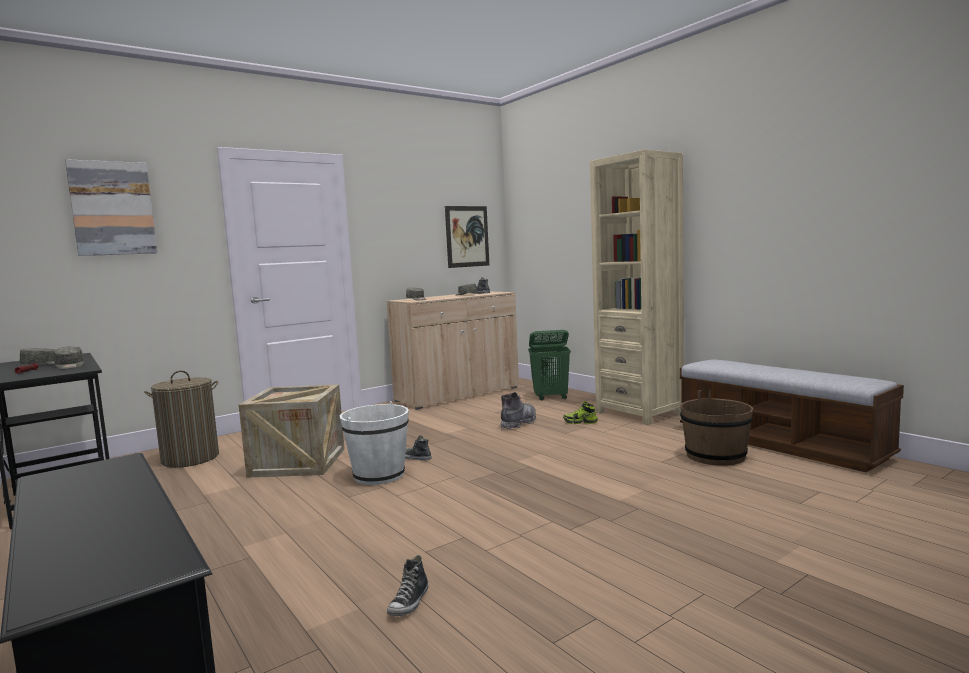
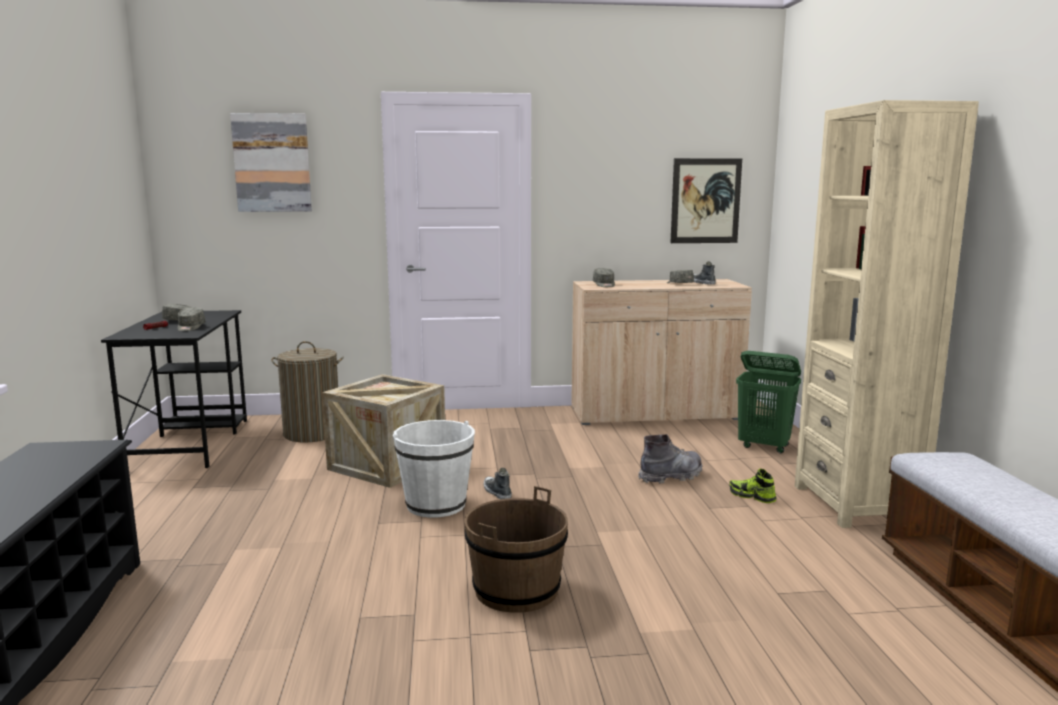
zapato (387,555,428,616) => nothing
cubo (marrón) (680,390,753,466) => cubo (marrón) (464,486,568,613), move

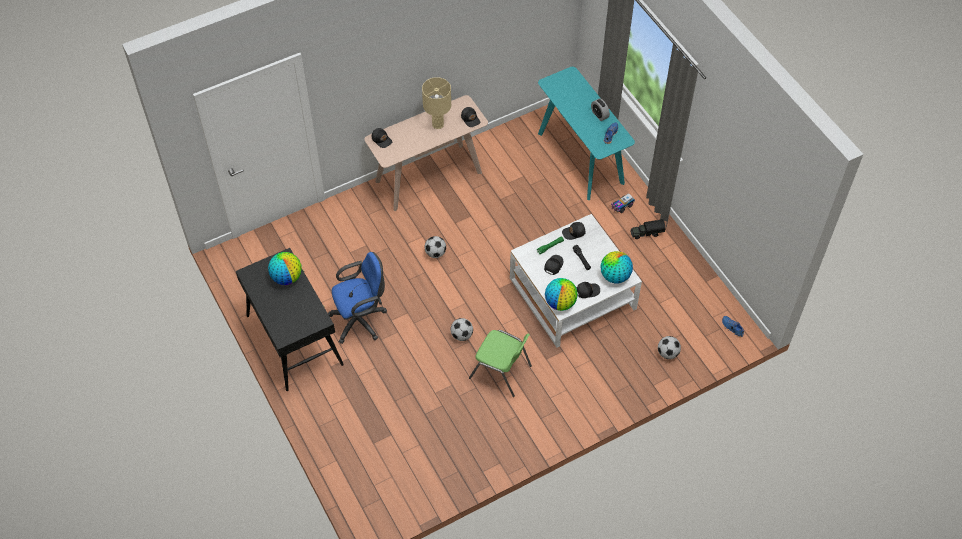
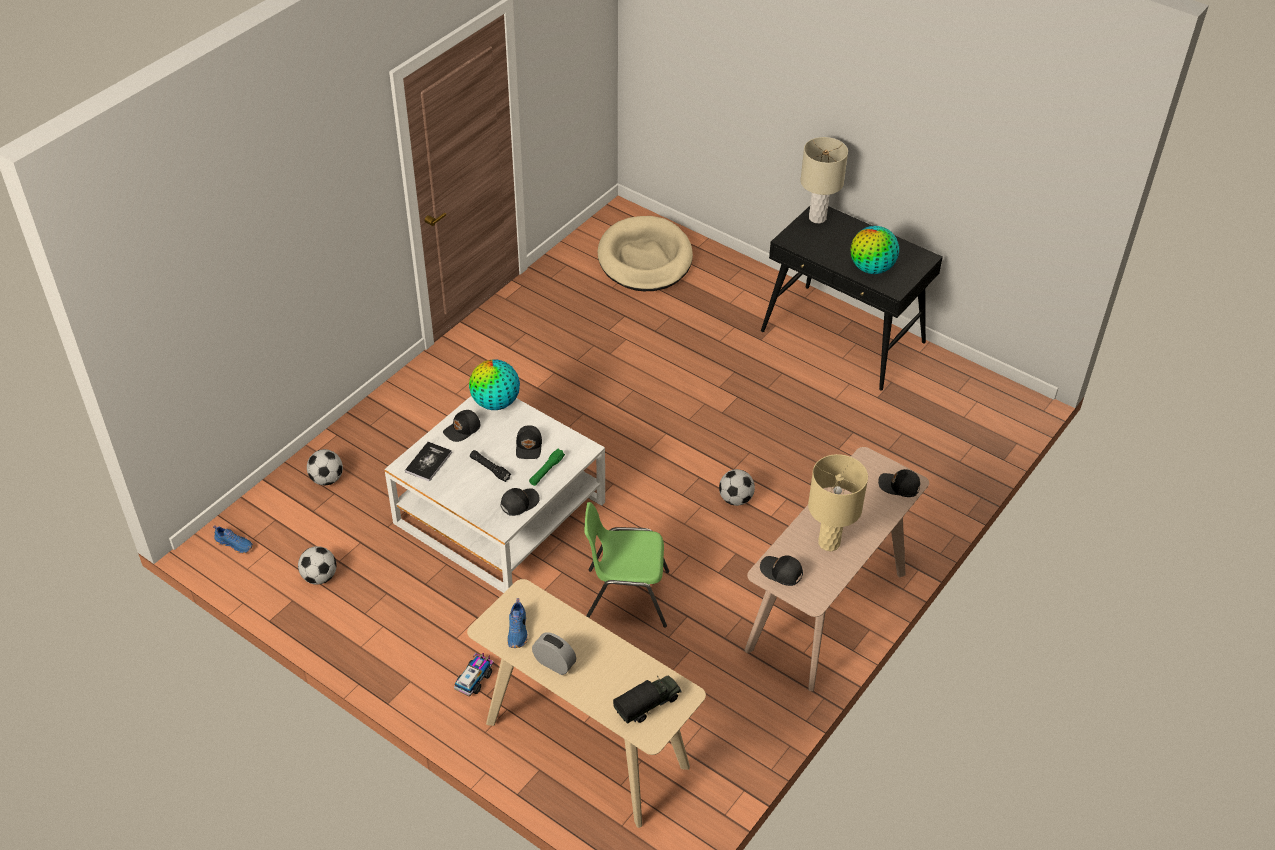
silla de oficina (azul) (328,252,387,344) => nothing
balón de fútbol (451,318,473,341) => balón de fútbol (298,546,337,585), move
silla (verde) (469,330,532,397) => silla (verde) (584,502,669,628), move
mesa consola (turquesa) (538,67,635,200) => mesa consola (beis) (467,579,706,828)
globo terráqueo (600,251,633,283) => libro (405,442,452,482)
camión de juguete (630,219,665,239) => camión de juguete (613,675,682,724), move
nothing => cama para perro (beis) (598,216,693,291)
nothing => lámpara de mesa (beis) (800,137,848,223)

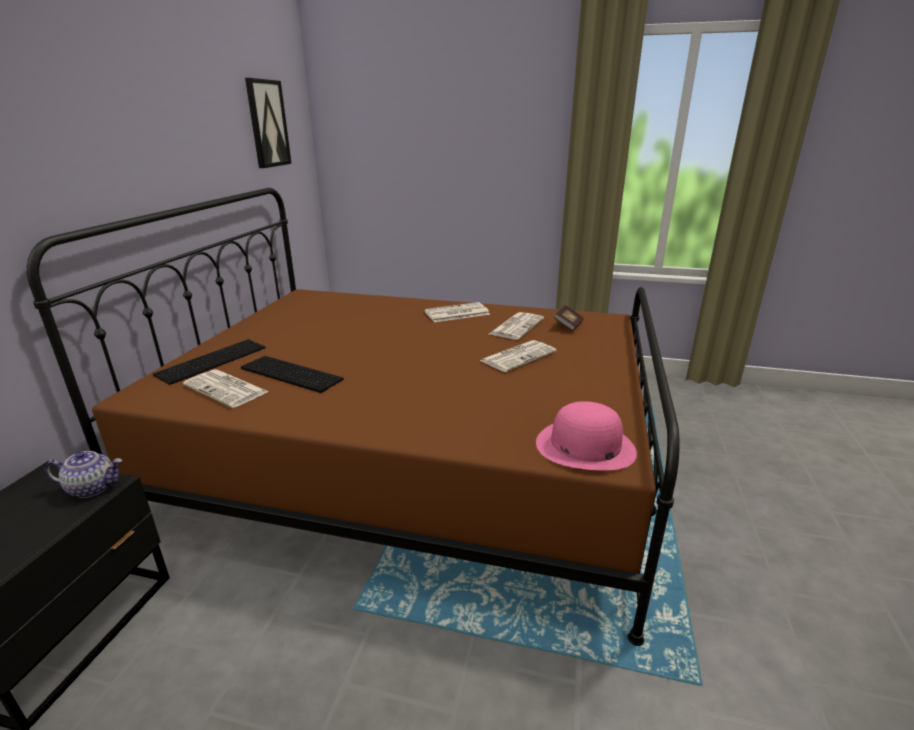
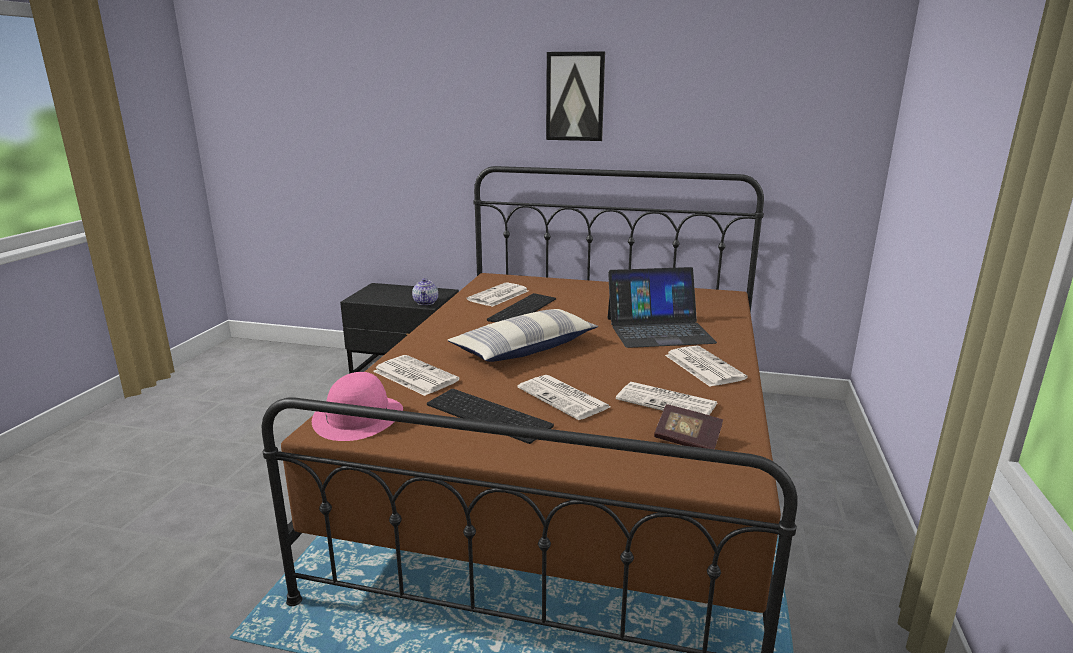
teclado (153,339,265,385) => teclado (427,389,554,444), move
cuadro (245,78,292,168) => cuadro (546,51,605,141), move
nothing => periódico (373,355,460,396)
nothing => cojín (448,309,598,362)
nothing => portátil (608,267,717,348)

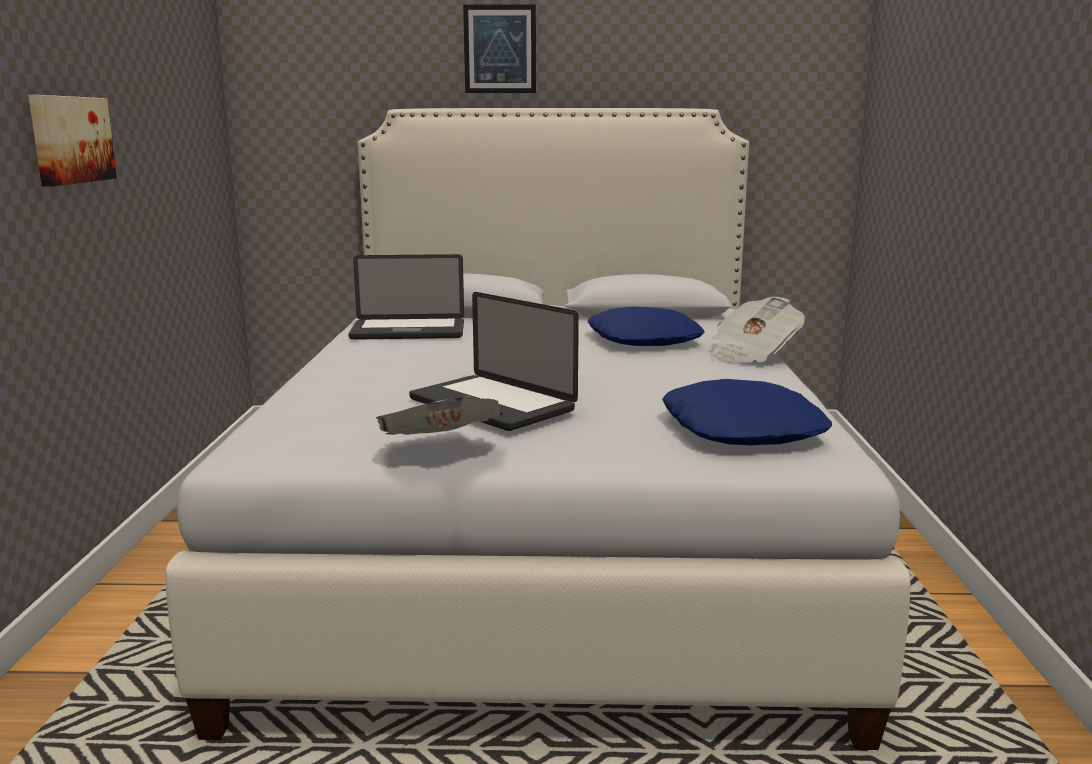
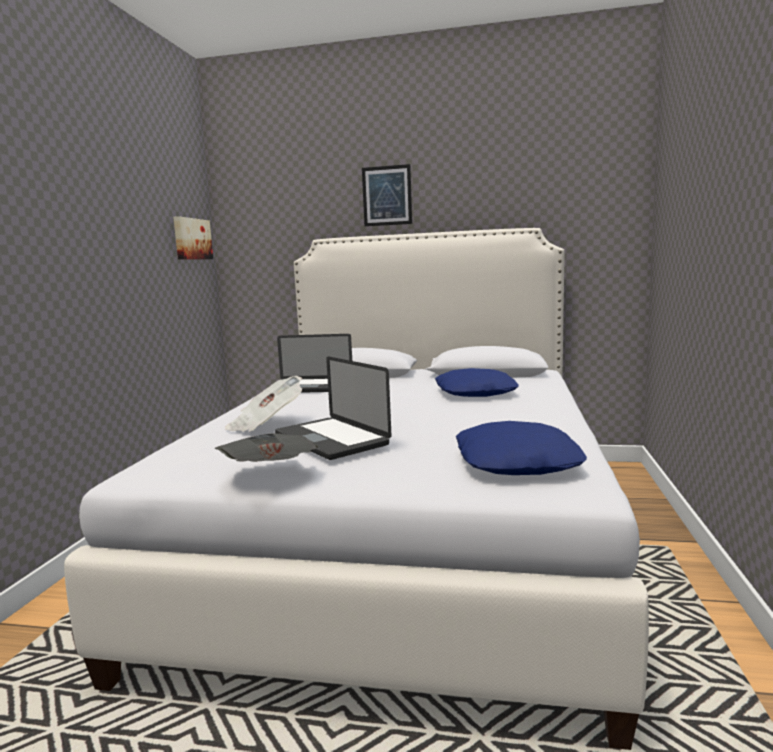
cuadro (28,95,117,186) => cuadro (173,216,213,259), move
periódico (709,297,805,363) => periódico (225,376,302,432), move

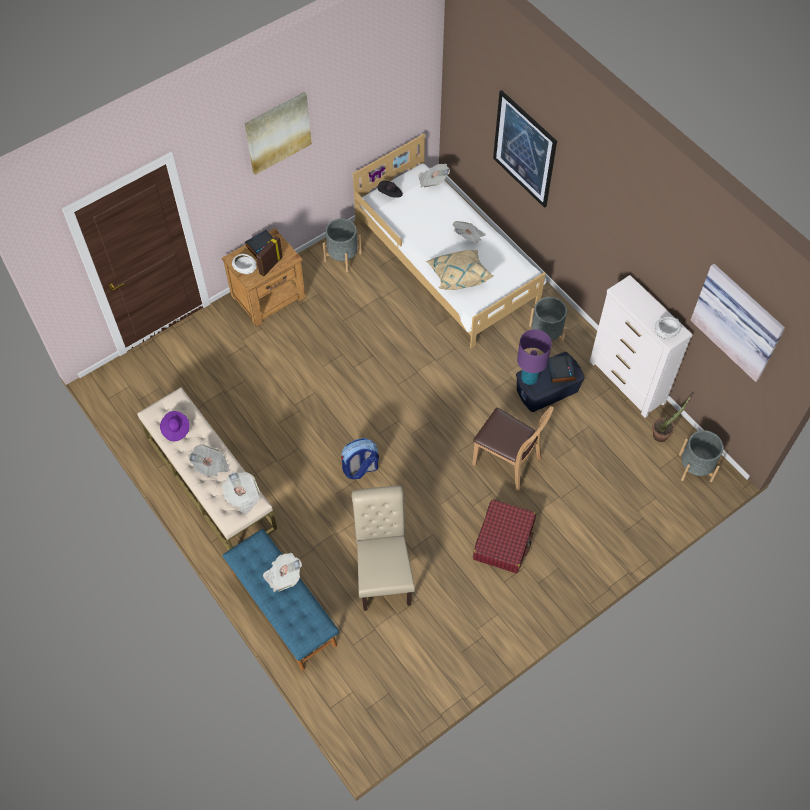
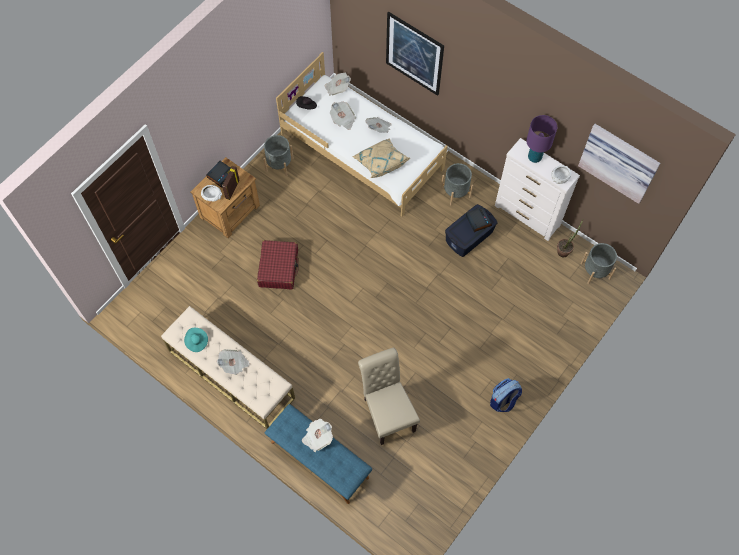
sombrero (morado) (160,411,190,441) => sombrero (turquesa) (184,328,208,352)
periódico (222,471,261,514) => periódico (330,101,356,130), move
cuadro (245,92,312,175) => nothing
mochila (341,438,379,479) => mochila (490,378,522,412), move
silla (marrón) (472,406,554,492) => nothing
maleta (rojo) (473,499,536,573) => maleta (rojo) (257,240,299,289), move
lámpara de mesa (morado) (517,329,552,385) => lámpara de mesa (morado) (526,115,557,163), move

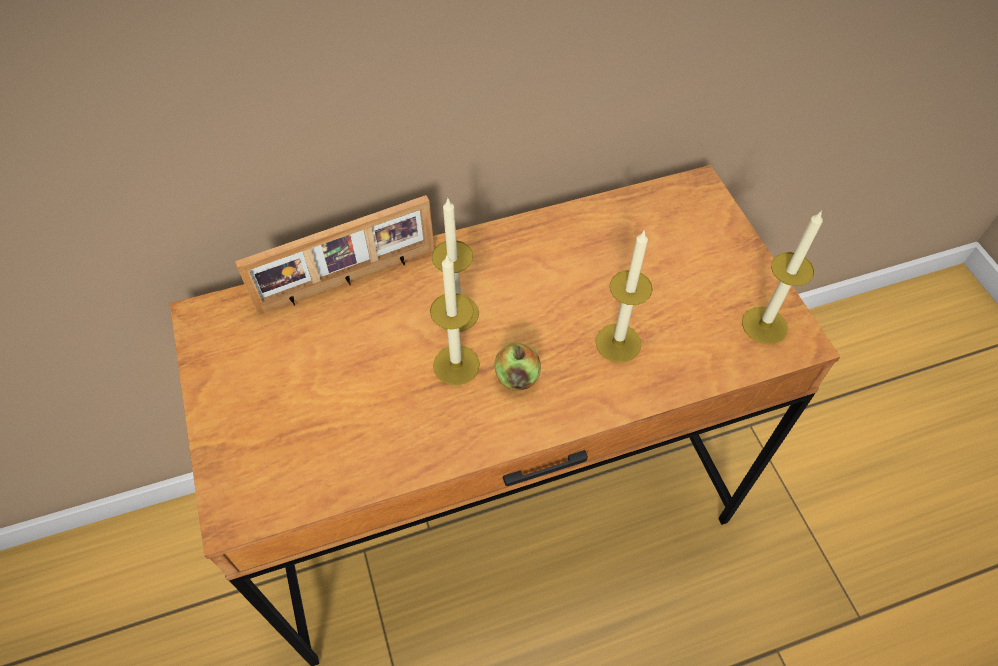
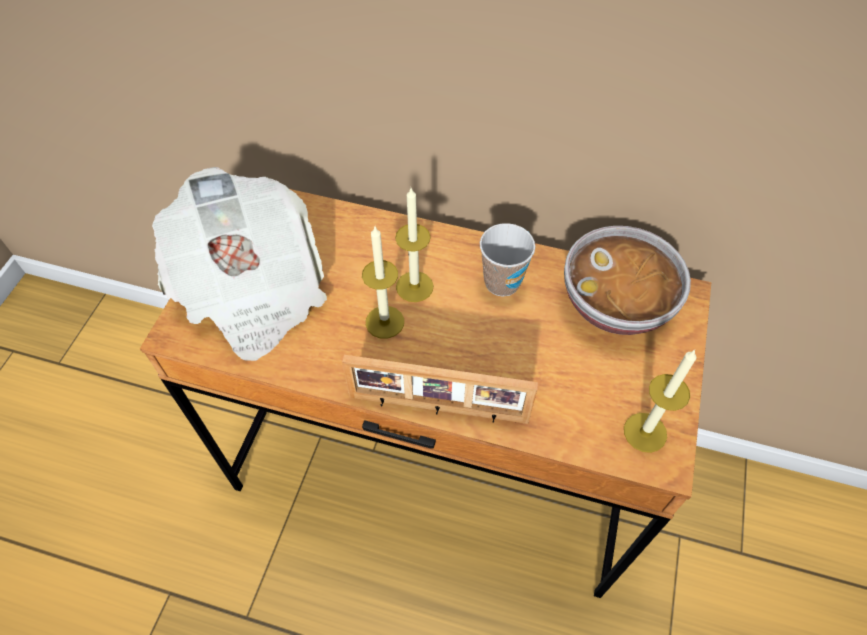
portarretratos (235,195,434,315) => portarretratos (342,355,538,424), move
manzana (494,342,541,390) => nothing
vela (596,231,653,362) => nothing
nothing => periódico (152,167,327,361)
nothing => taza (480,223,535,297)
nothing => cuenco (564,226,691,335)

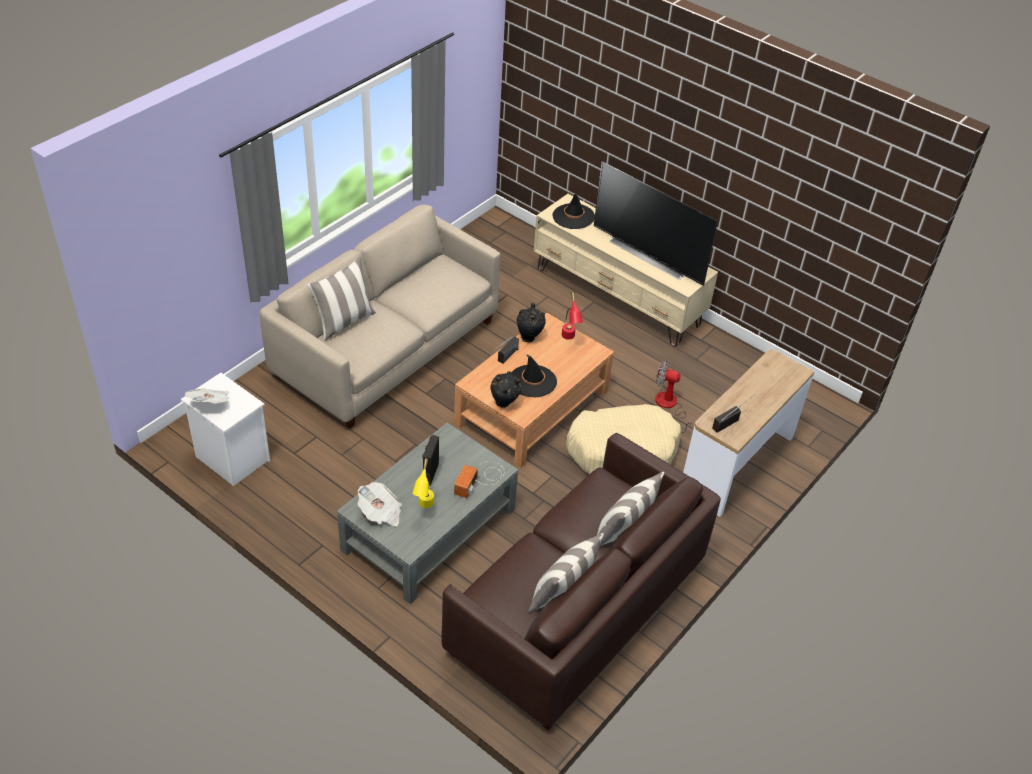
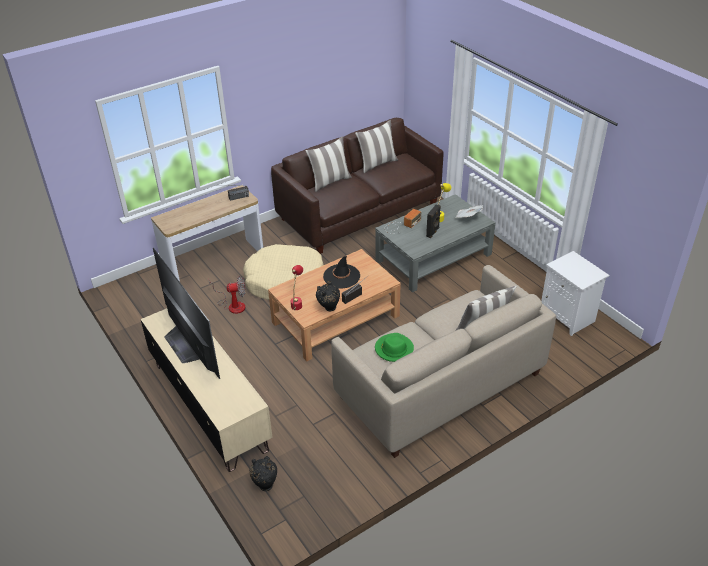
periódico (185,388,229,403) => nothing
florero (negro) (490,372,521,408) => florero (negro) (249,456,277,491), move
sombrero (negro) (553,194,595,229) => nothing
ventilador (655,361,693,433) => ventilador (209,276,245,314), 45 degrees counterclockwise
nothing => sombrero (verde) (375,333,414,362)

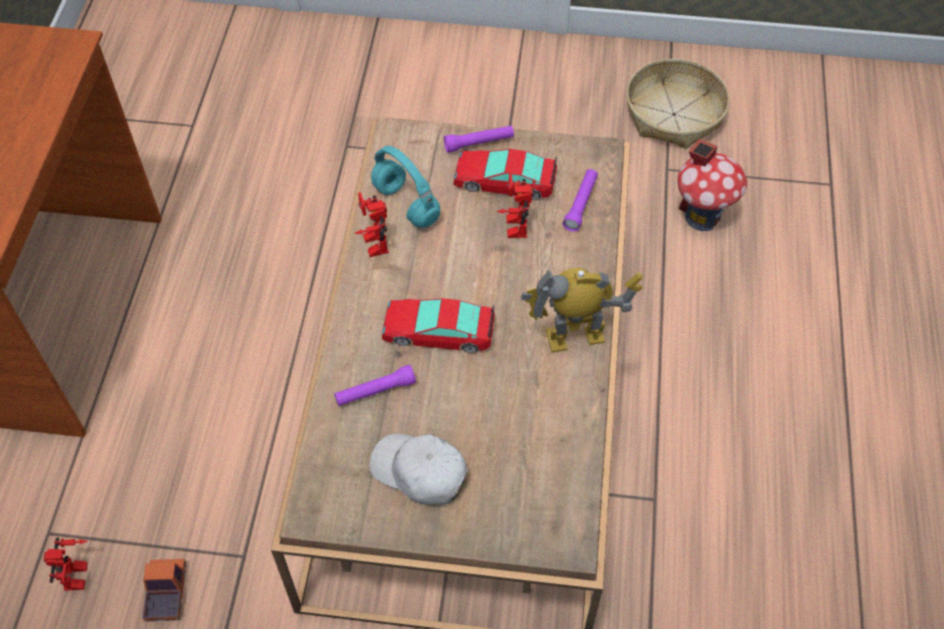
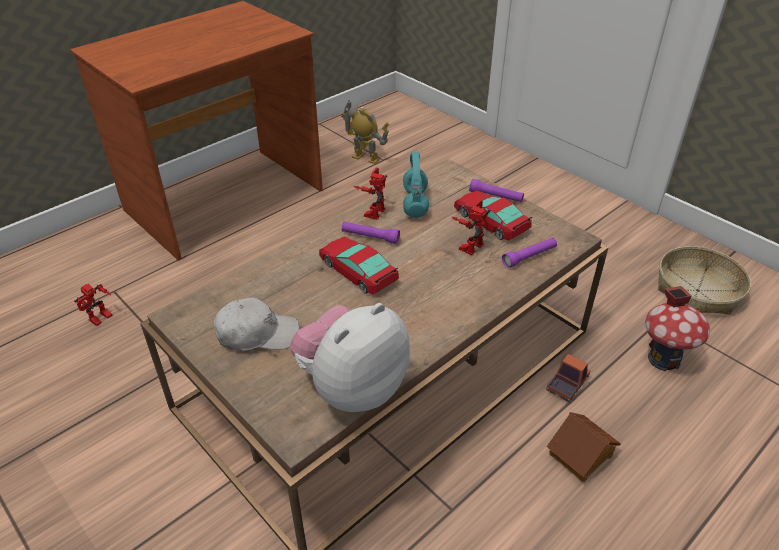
camión de juguete (143,559,186,621) => camión de juguete (546,354,591,402), move
linterna (morado) (334,365,416,406) => linterna (morado) (342,222,400,244), move
gorra (blanco) (369,434,468,505) => gorra (blanco) (214,297,299,351), 105 degrees clockwise
robot de juguete (521,268,643,352) => robot de juguete (341,100,389,164), move
nothing => peluche (290,303,410,412)
nothing => casita (547,412,621,482)

